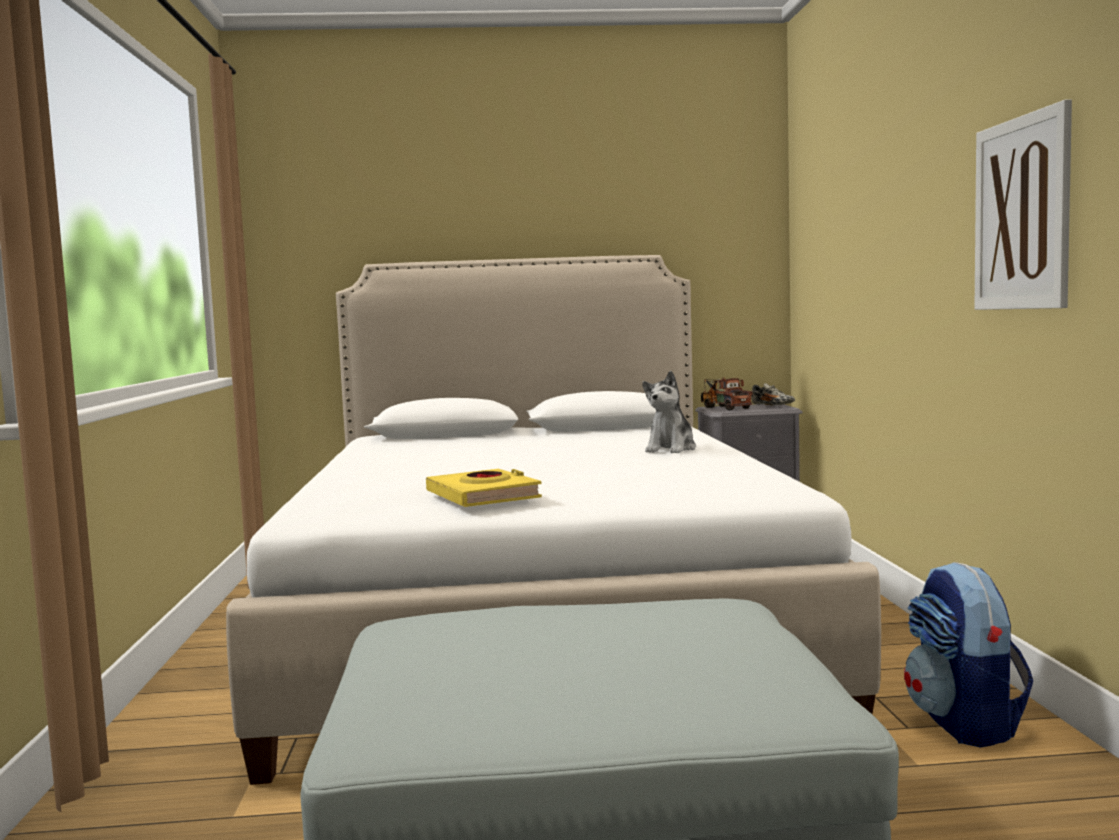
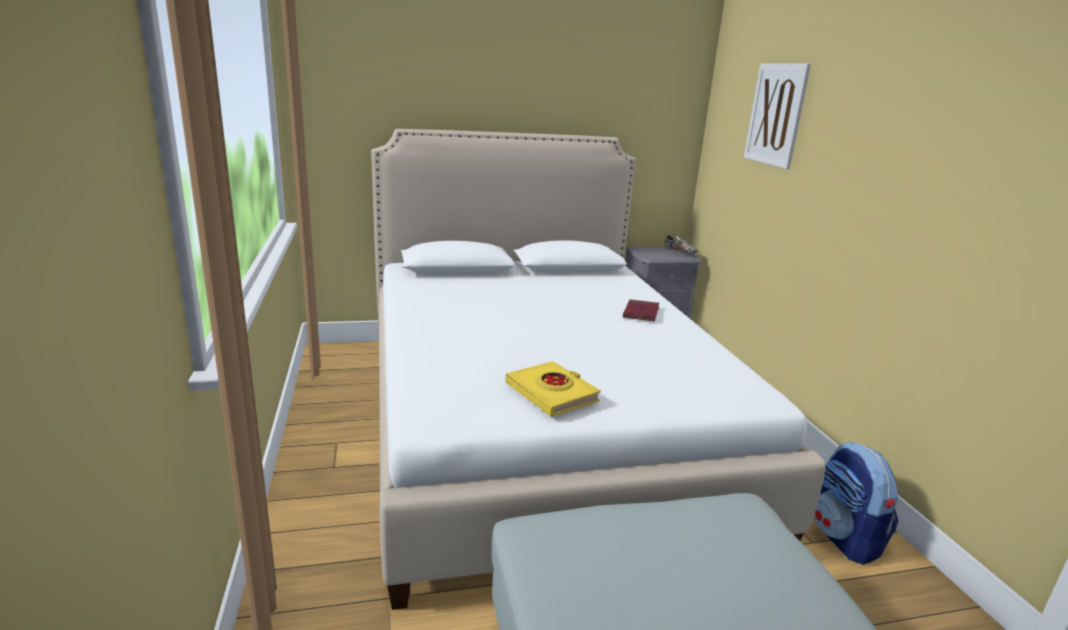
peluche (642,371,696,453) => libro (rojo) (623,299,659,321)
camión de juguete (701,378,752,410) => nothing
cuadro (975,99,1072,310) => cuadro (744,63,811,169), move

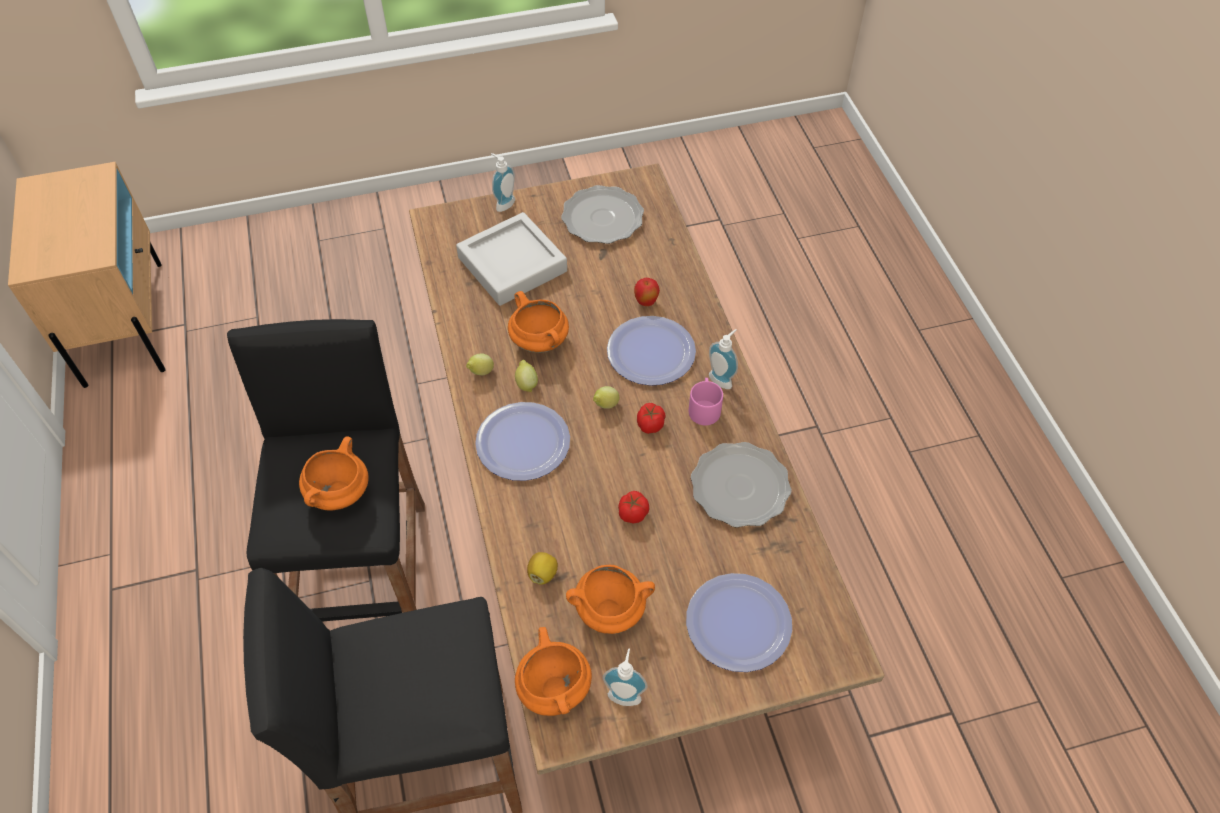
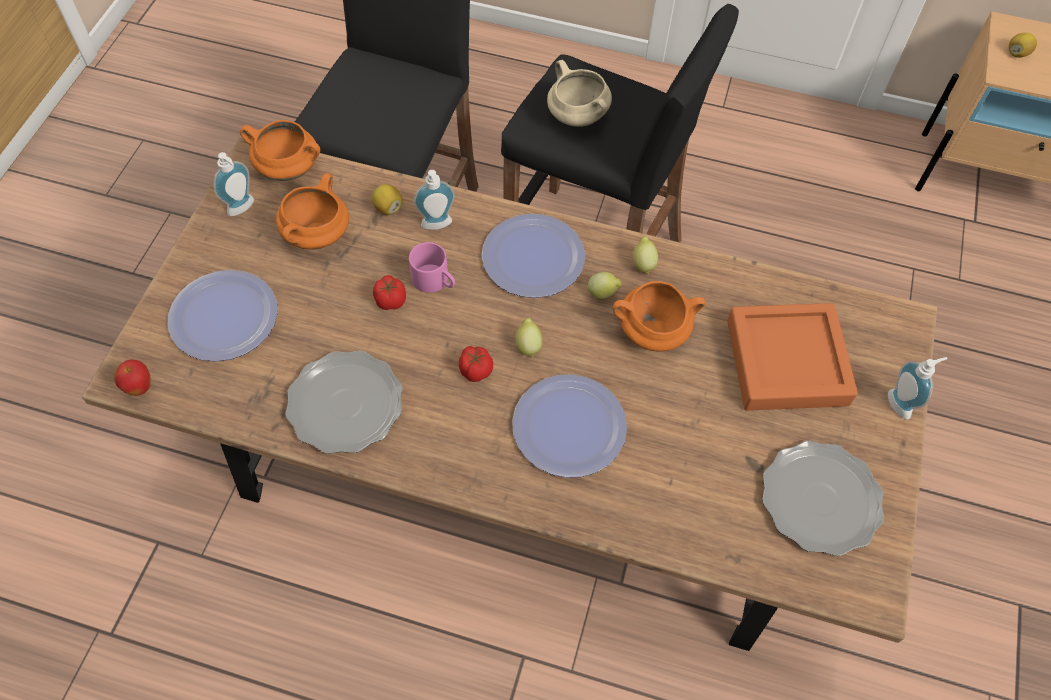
olla (naranja) (299,436,369,511) => olla (beis) (547,60,612,127)
bandeja (gris) (456,212,567,306) => bandeja (naranja) (727,303,858,411)
manzana (634,278,660,306) => manzana (115,359,150,396), move
taza grande (rosa) (689,378,723,425) => taza grande (rosa) (409,242,455,293), move
dispensador de jabón (709,329,738,389) => dispensador de jabón (414,170,455,230), move
nothing => limón (1009,33,1037,58)

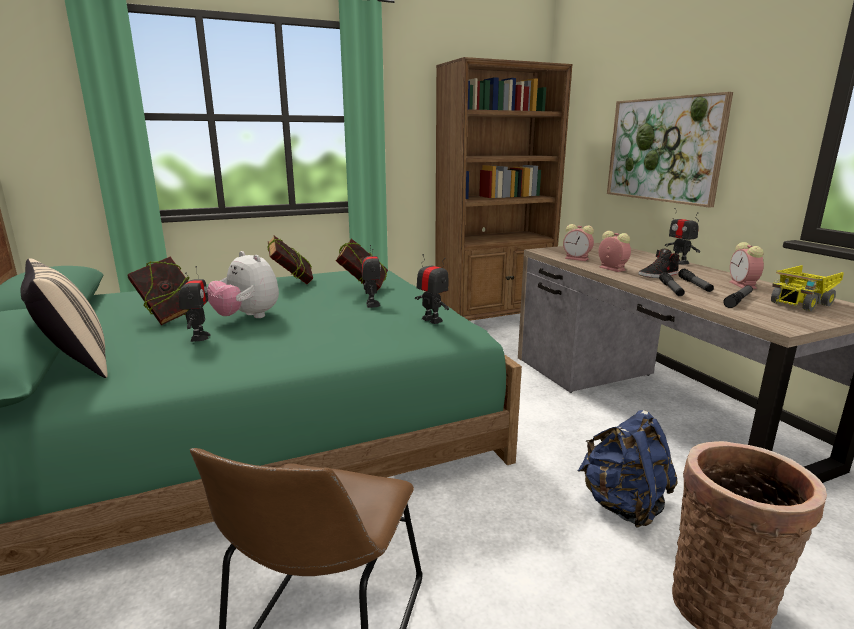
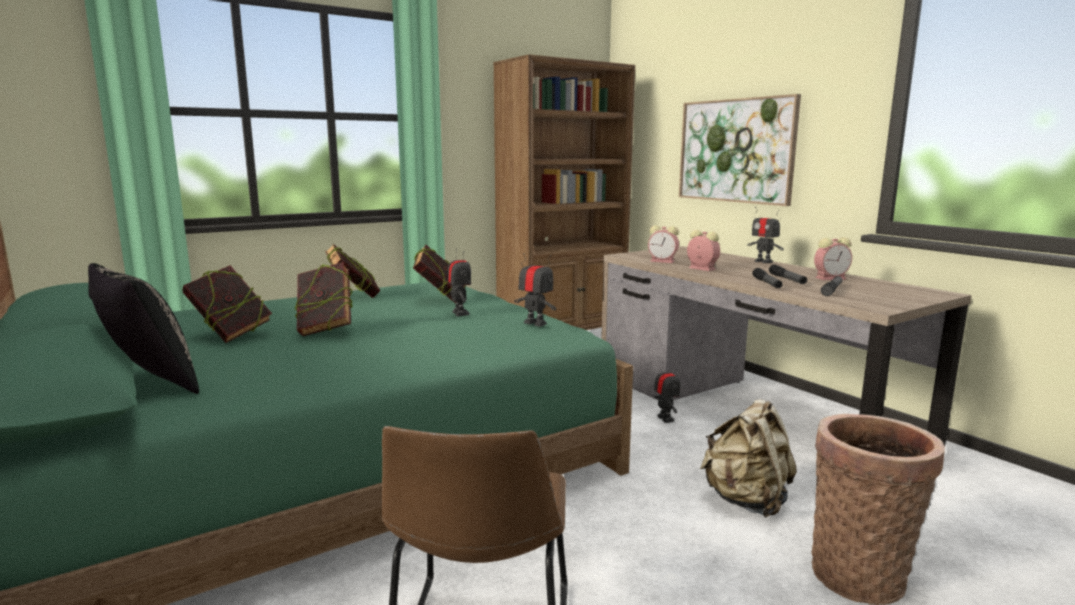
cojín (beis) (20,258,108,378) => cojín (negro) (88,263,199,394)
robot de juguete (179,266,211,342) => robot de juguete (654,362,680,423), move
peluche (207,251,279,318) => libro (295,262,353,336)
mochila (azul) (578,410,678,528) => mochila (beis) (700,399,797,518)
zapato (negro) (638,249,679,278) => nothing
despertador (729,242,764,289) => despertador (814,237,852,280), 90 degrees counterclockwise
camión de juguete (771,265,844,311) => nothing

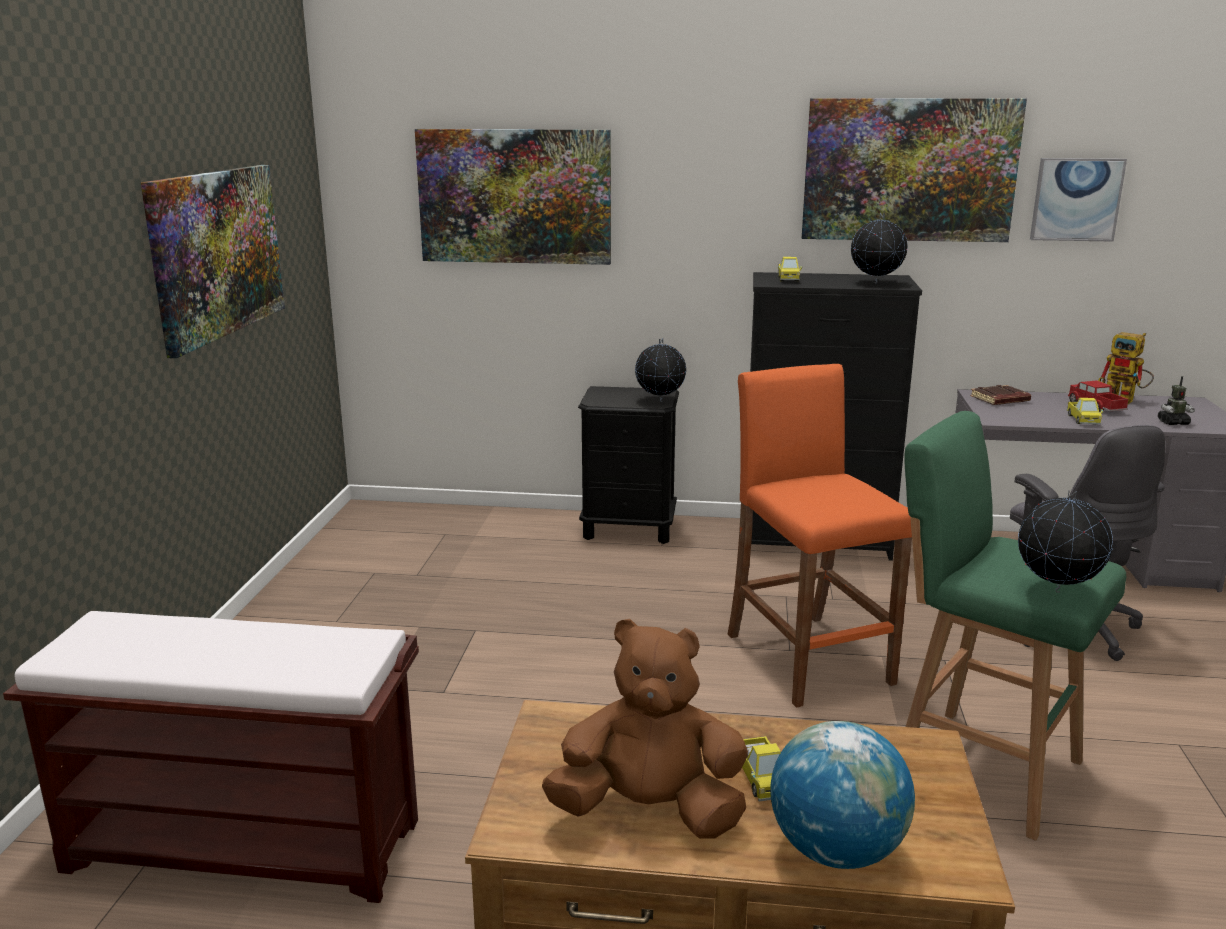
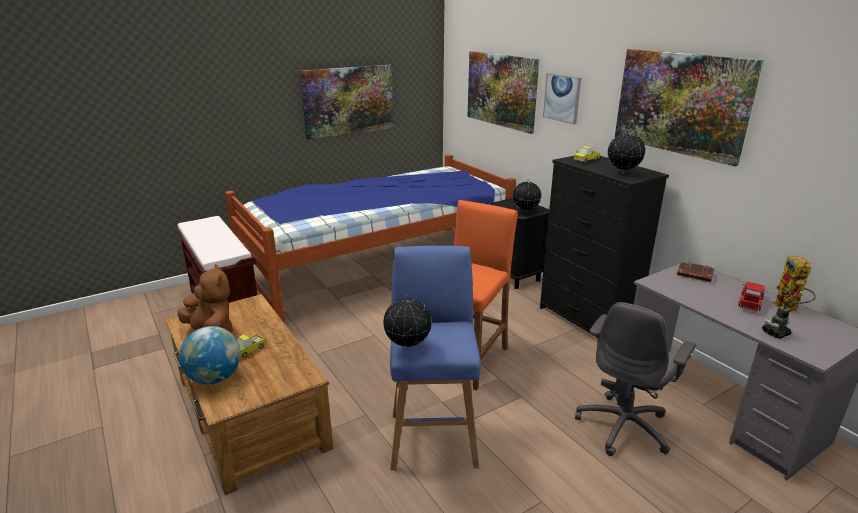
taburete (verde) (904,411,1126,841) => taburete (azul) (390,246,481,471)
cuadro (1030,158,1127,242) => cuadro (543,73,581,124), move
camión de juguete (1066,398,1103,425) => nothing
robot de juguete (1158,376,1195,425) => robot de juguete (762,301,792,339), 105 degrees clockwise
nothing => cama (225,154,516,324)

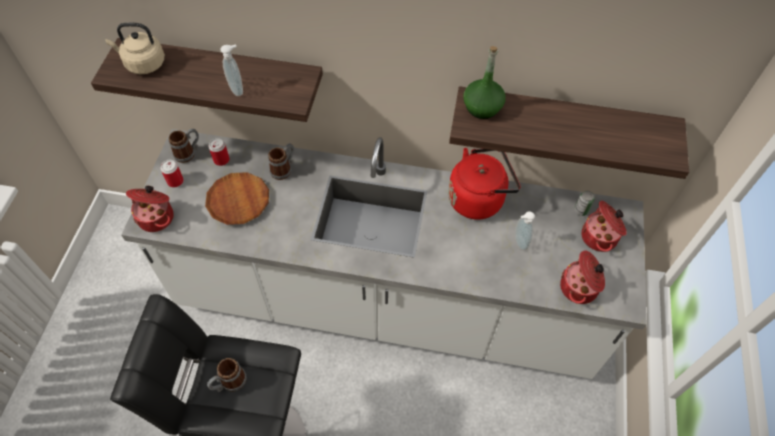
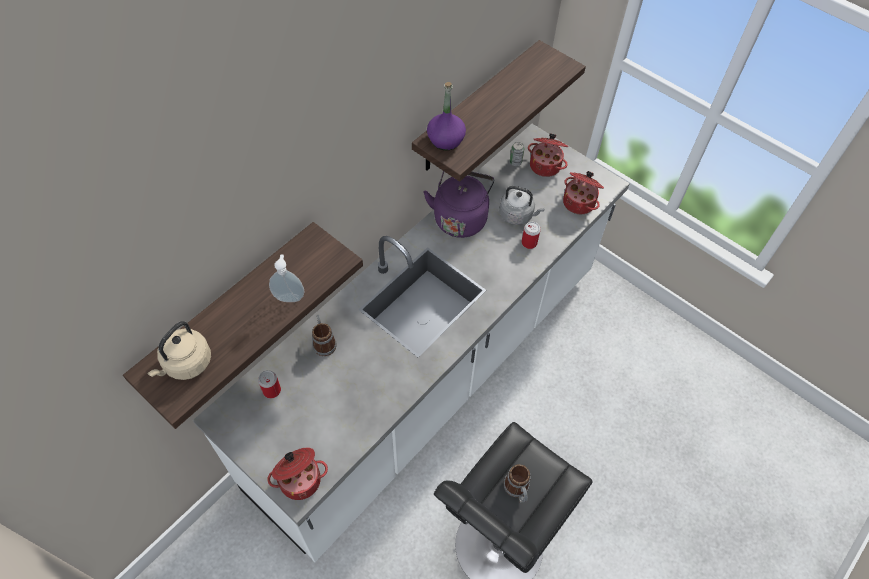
lata (161,160,184,187) => lata (521,222,540,249), move
taza grande (169,129,199,163) => nothing
plato (marrón) (205,172,269,225) => nothing
hervidor (rojo) (448,148,521,220) => hervidor (morado) (423,171,494,238)
botella (verde) (463,46,506,119) => botella (morado) (427,82,466,151)
dispensador de jabón (515,211,535,250) => hervidor (gris) (499,186,545,225)

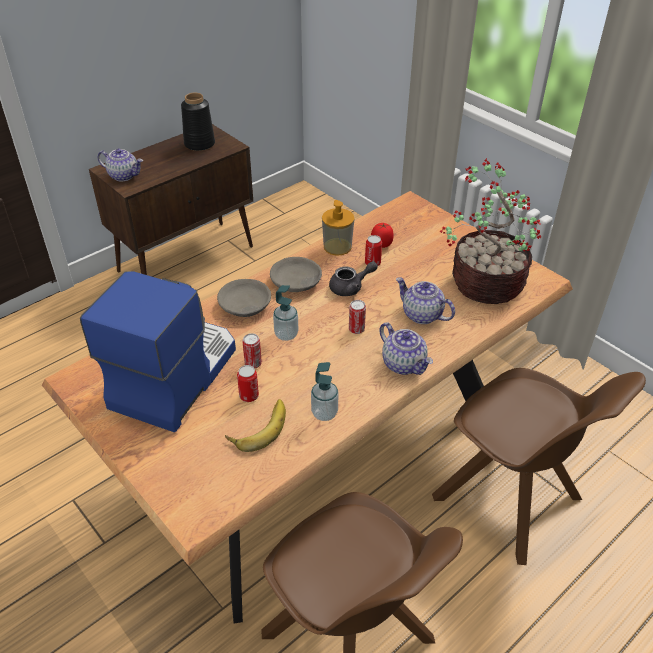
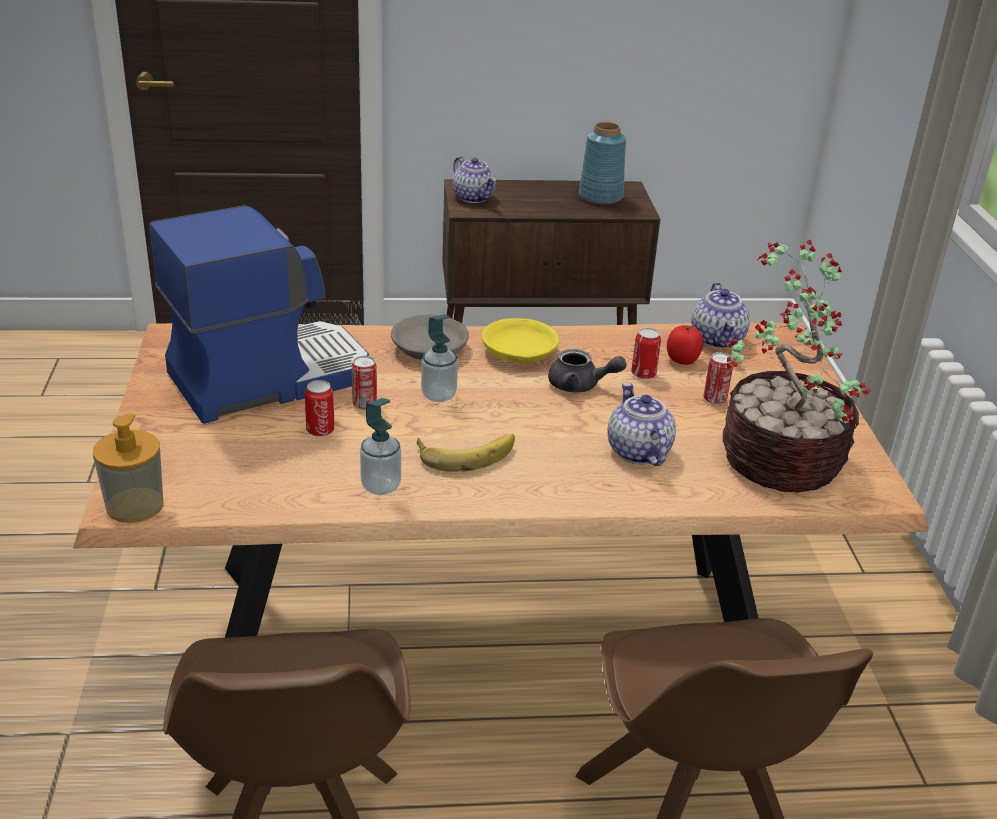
florero (negro) (181,93,215,151) => florero (azul) (579,122,626,204)
plátano (225,399,286,452) => plátano (417,434,515,472), move
cuenco (gris) (270,257,322,292) => cuenco (amarillo) (482,318,559,364)
dispensador de jabón (322,200,354,256) => dispensador de jabón (93,414,164,523), move
lata (349,300,366,334) => lata (703,352,733,405), move
tetera (379,322,433,375) => tetera (691,282,750,348), move

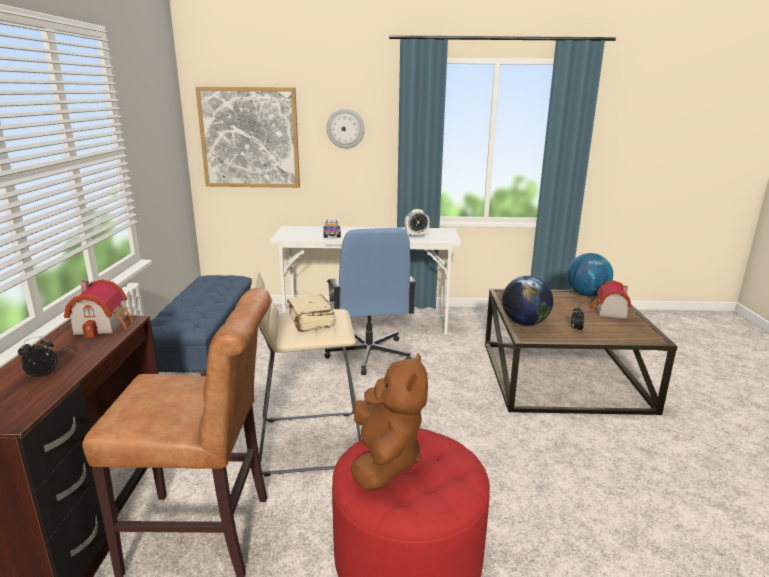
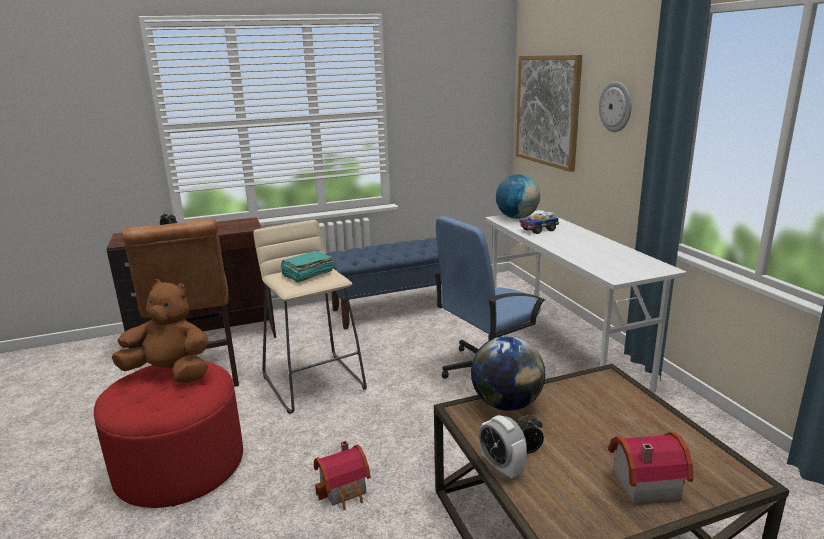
casita (64,279,134,338) => casita (314,441,371,510), move
libro (beis) (287,294,335,332) => libro (turquesa) (281,251,334,283)
peluche (marrón) (350,353,428,491) => peluche (marrón) (112,279,208,383), 150 degrees counterclockwise
despertador (405,209,430,237) => despertador (479,415,527,480), move
globo terráqueo (567,253,613,297) => globo terráqueo (496,174,540,219), move

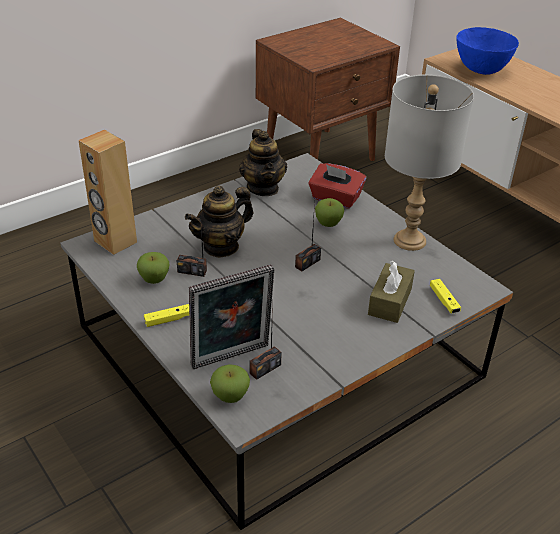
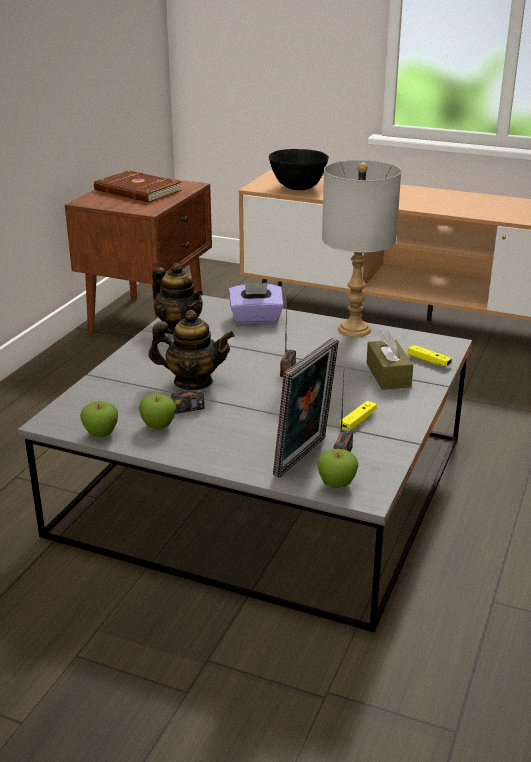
altavoz (marrón) (78,130,137,255) => nothing
mando de consola (amarillo) (144,304,189,327) => mando de consola (amarillo) (340,401,377,431), move
tetera (185,185,253,258) => tetera (149,310,235,390), 105 degrees counterclockwise
caja de pañuelos (rojo) (308,163,366,209) => caja de pañuelos (morado) (229,283,284,324)
manzana (315,198,344,227) => manzana (80,401,118,437), move
cuenco (azul) (456,27,519,75) => cuenco (negro) (269,149,329,190)
nothing => libro (marrón) (94,170,182,202)

